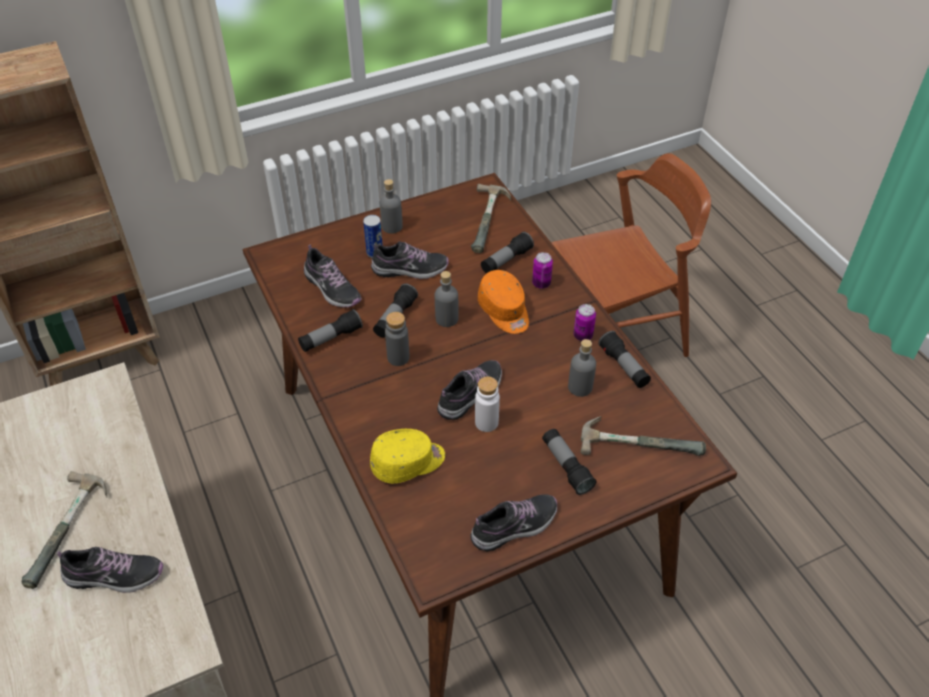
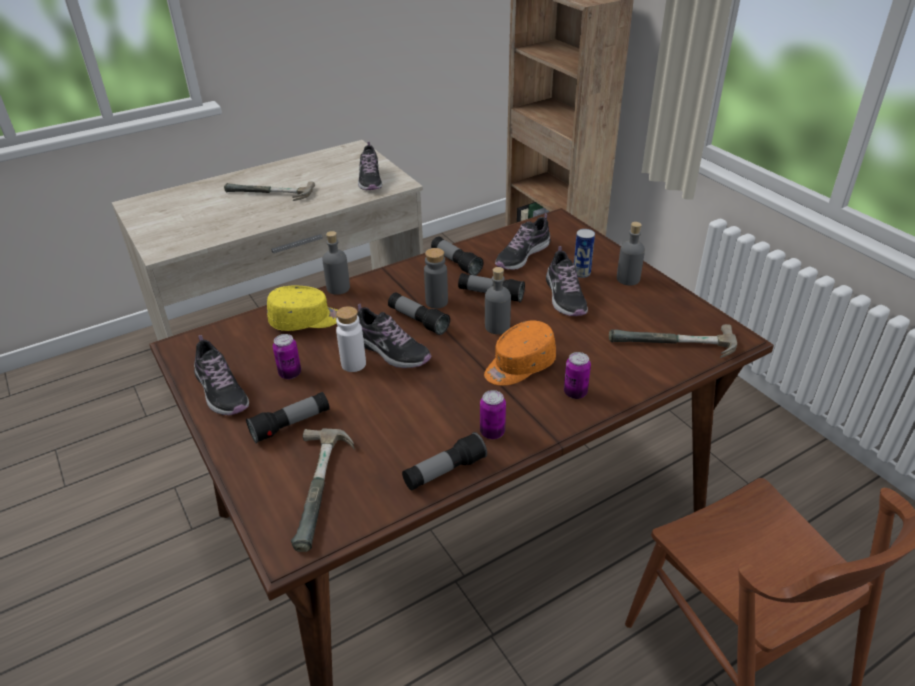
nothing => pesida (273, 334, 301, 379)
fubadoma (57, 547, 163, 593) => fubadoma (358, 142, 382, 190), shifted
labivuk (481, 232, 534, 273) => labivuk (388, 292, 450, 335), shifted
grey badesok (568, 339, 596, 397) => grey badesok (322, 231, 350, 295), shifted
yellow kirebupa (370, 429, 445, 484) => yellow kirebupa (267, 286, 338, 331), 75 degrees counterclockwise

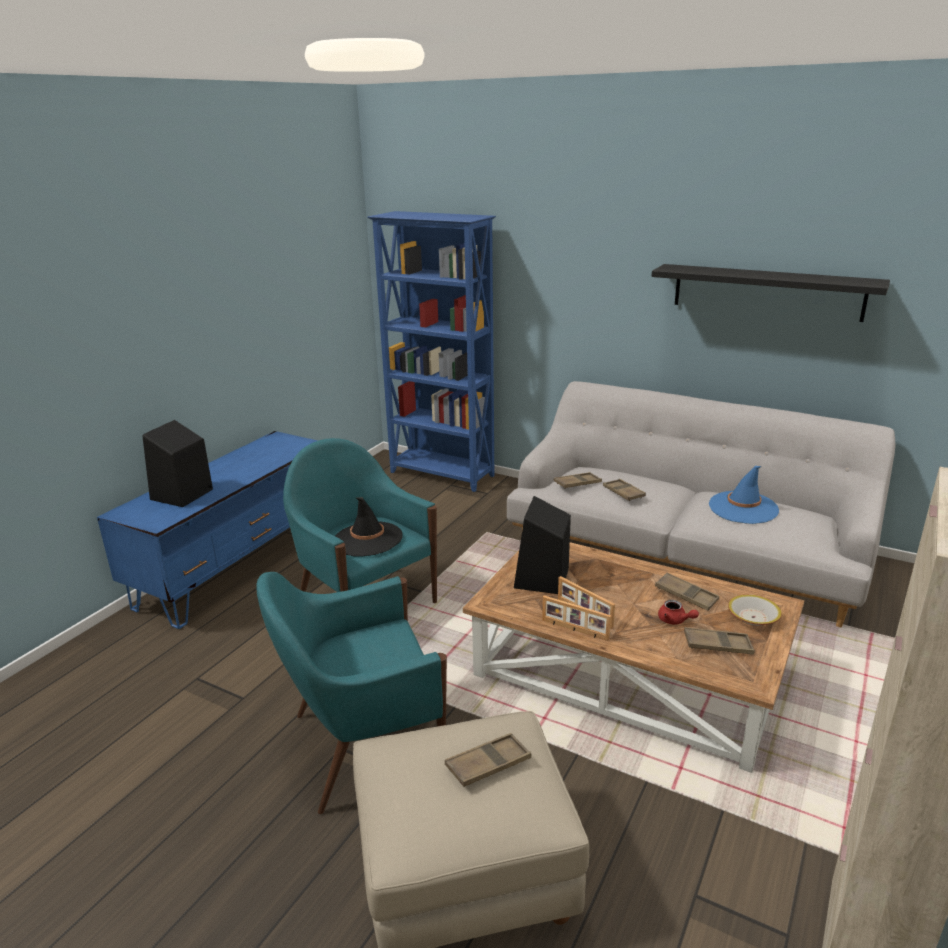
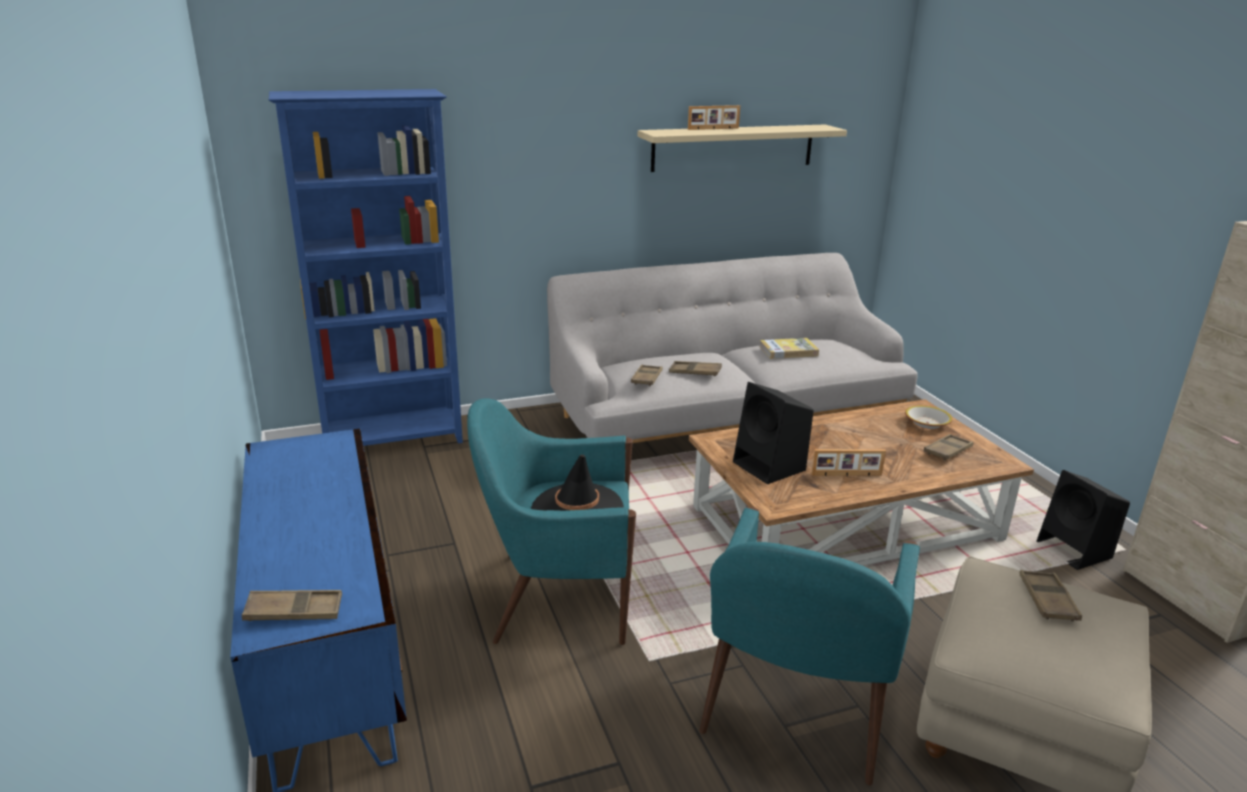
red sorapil (658, 600, 699, 625) => nothing
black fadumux (143, 420, 213, 507) => black fadumux (1036, 470, 1130, 570), shifted
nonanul (542, 595, 611, 641) => nonanul (688, 105, 740, 130), shifted
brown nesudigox (655, 573, 719, 611) => brown nesudigox (242, 590, 342, 621), shifted
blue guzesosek (709, 466, 779, 524) => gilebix (759, 338, 819, 359)
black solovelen (651, 264, 890, 322) => beige solovelen (638, 125, 847, 172)

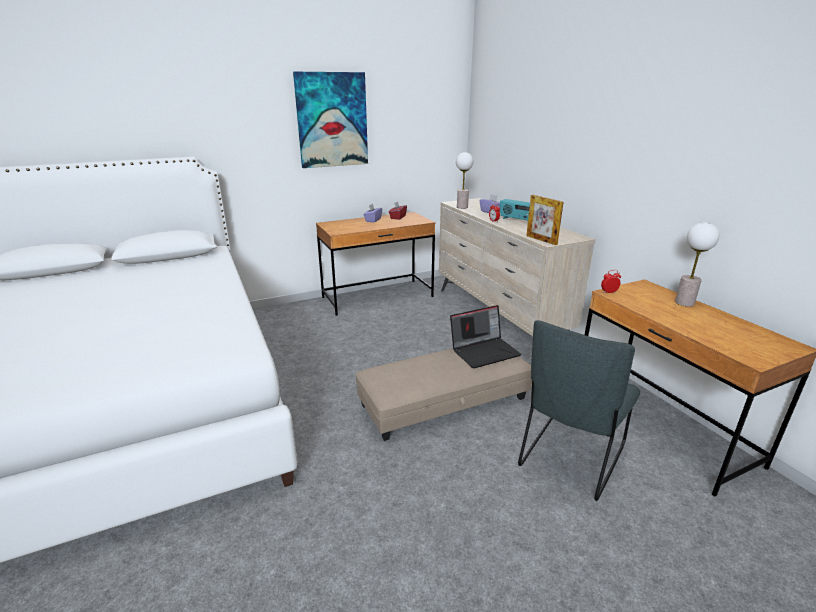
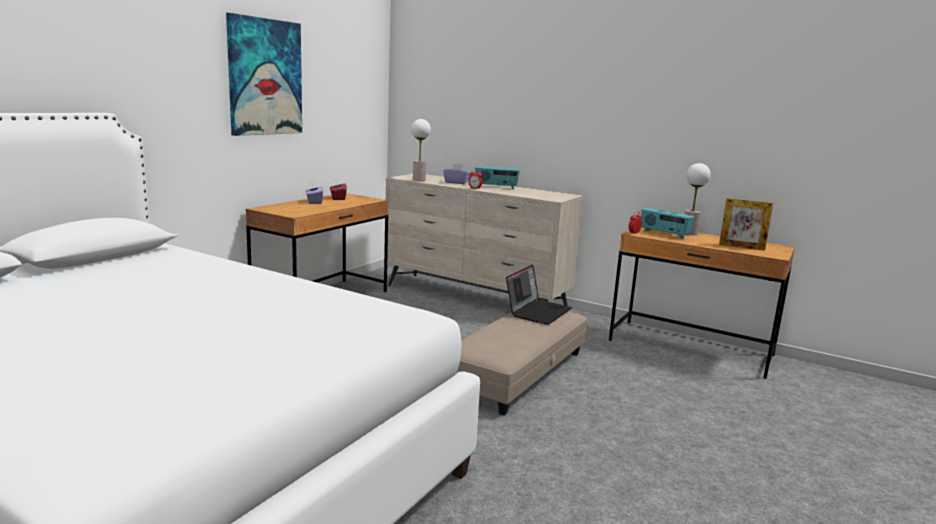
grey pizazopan (518, 320, 640, 501) => nothing
nothing => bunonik (641, 208, 694, 239)
nonanul (526, 195, 563, 245) => nonanul (719, 198, 773, 251), shifted

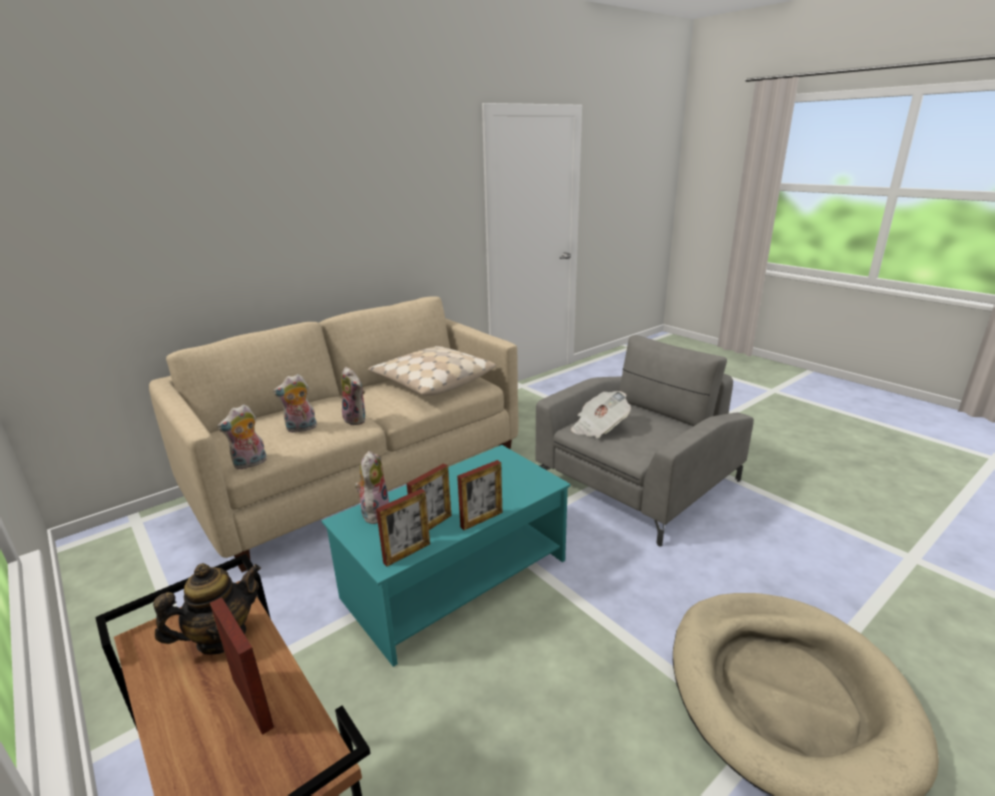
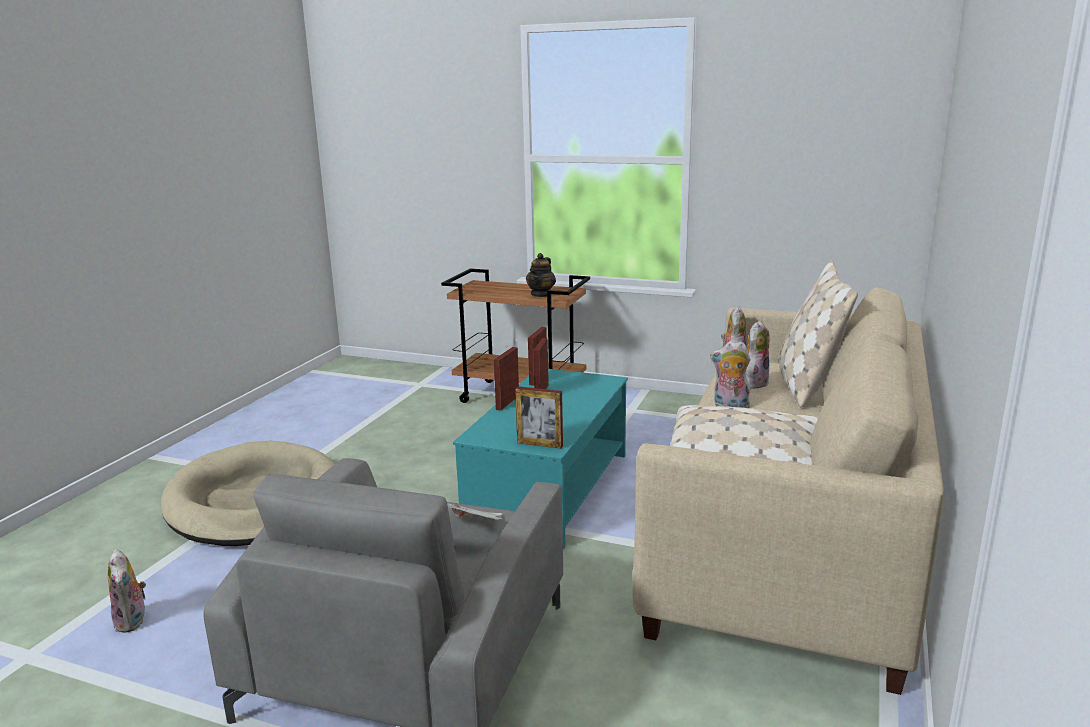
nothing => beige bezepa (779, 260, 858, 407)
nonanul (210, 597, 274, 735) => nonanul (515, 386, 563, 449), shifted
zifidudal (355, 451, 389, 524) => zifidudal (108, 550, 146, 633), shifted

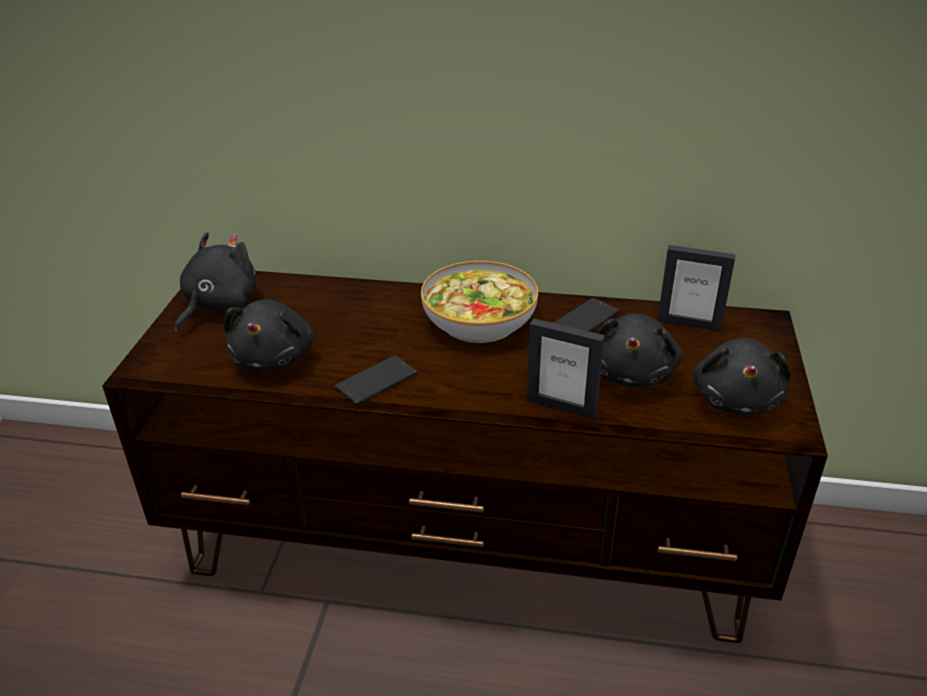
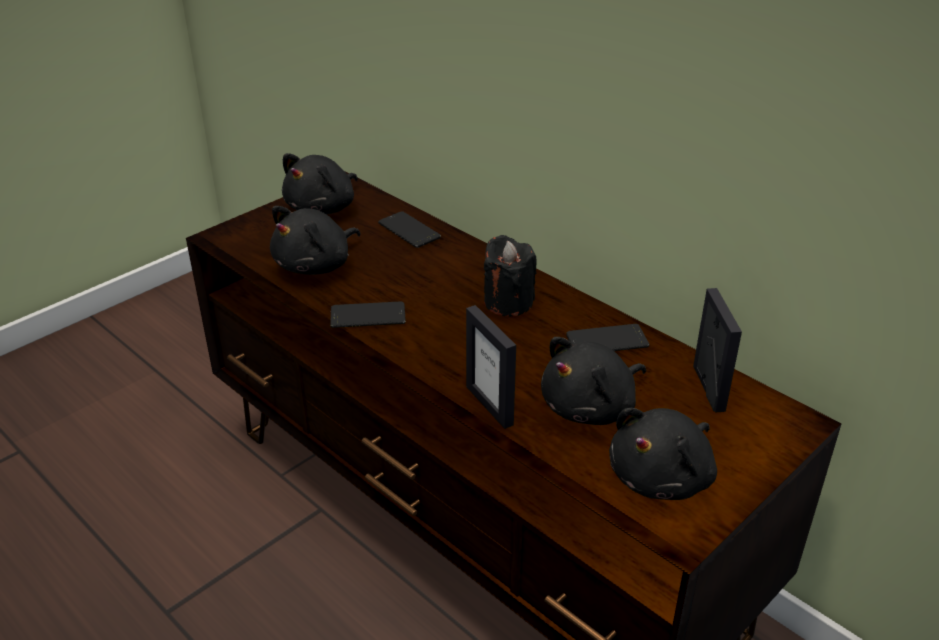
nothing => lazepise (378, 211, 441, 248)
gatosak (421, 261, 538, 343) => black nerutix (484, 235, 536, 316)
black zifidudal (175, 232, 257, 331) => black zifidudal (282, 153, 358, 214), 150 degrees clockwise
nonanul (657, 245, 736, 332) => nonanul (693, 288, 742, 413), 150 degrees counterclockwise

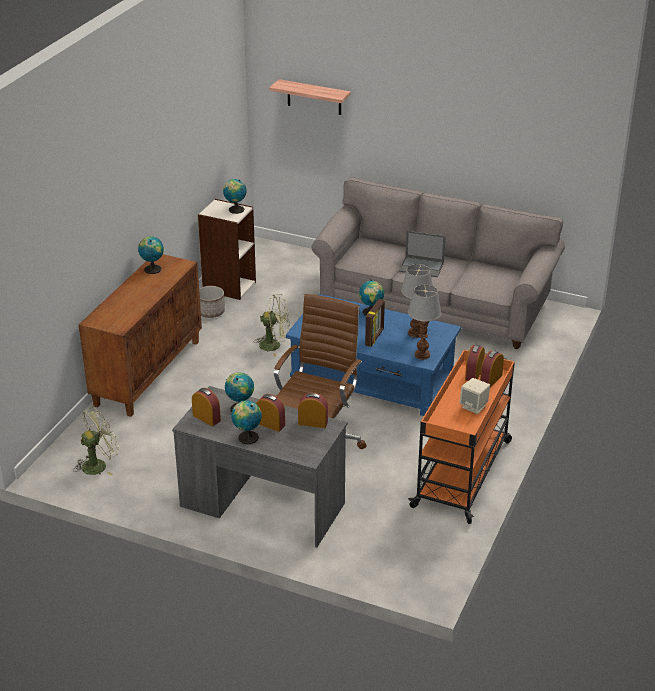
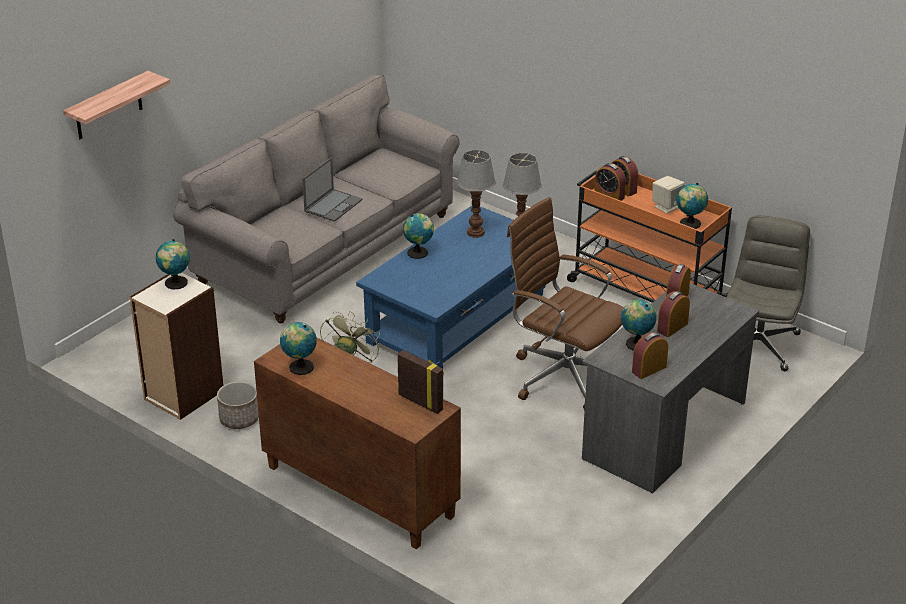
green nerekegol (73, 407, 119, 475) => nothing
nothing => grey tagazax (727, 215, 810, 371)
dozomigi (231, 400, 262, 444) => dozomigi (676, 183, 708, 229), shifted
nonanul (365, 299, 385, 347) => nonanul (397, 350, 444, 414), shifted

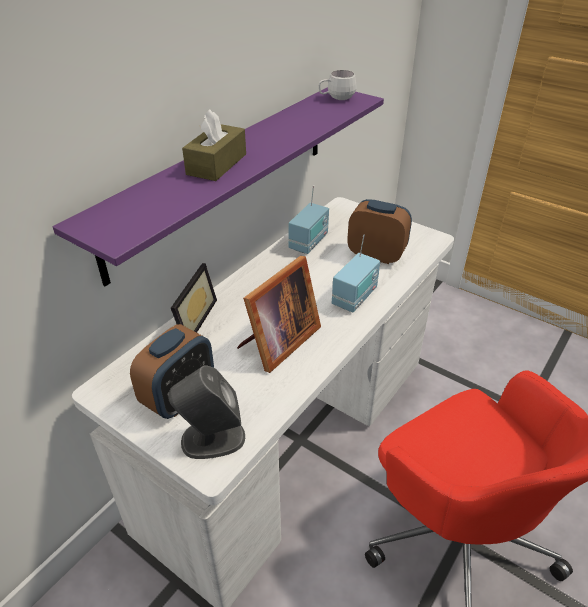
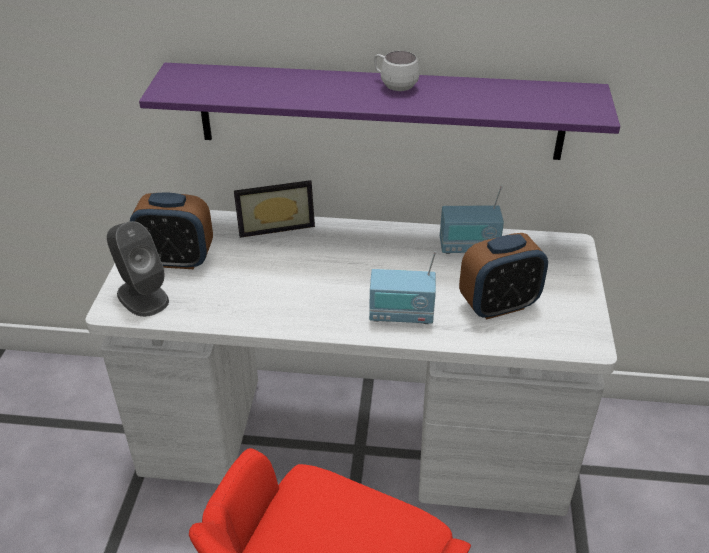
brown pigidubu (182, 110, 246, 181) => nothing
nonanul (237, 256, 321, 373) => nothing
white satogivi (319, 70, 357, 100) => white satogivi (374, 51, 419, 91), shifted
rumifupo (347, 199, 412, 264) => rumifupo (459, 233, 548, 320), 75 degrees clockwise

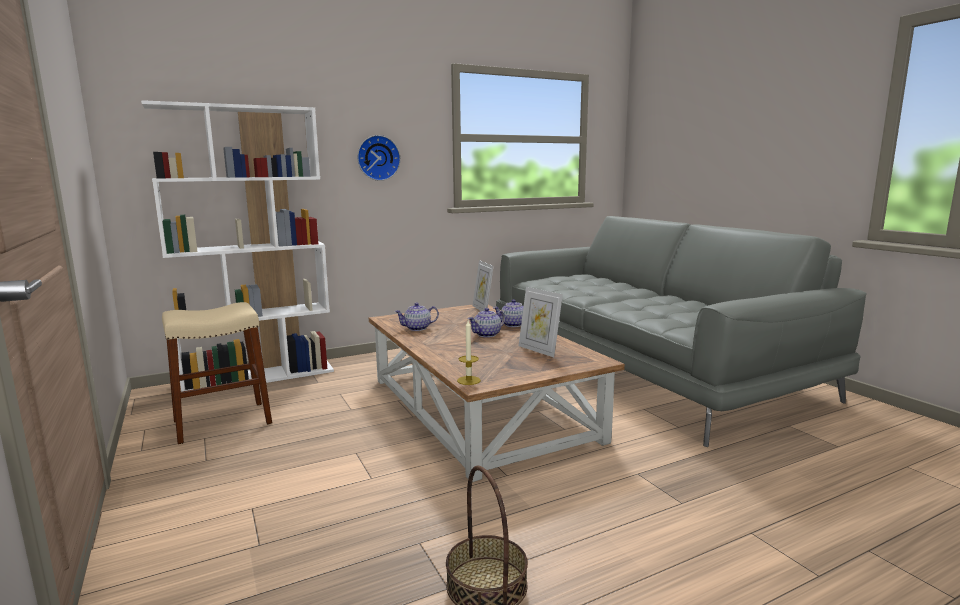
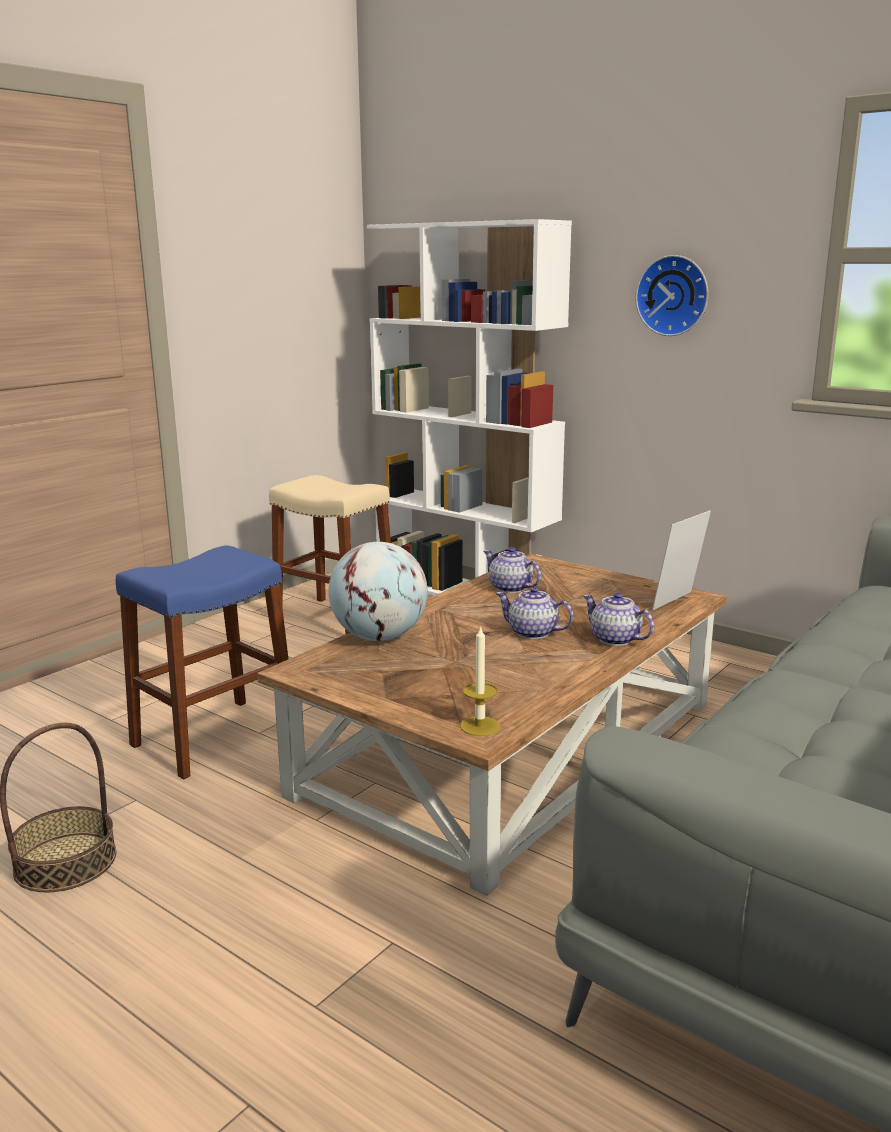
nonanul (519, 287, 563, 357) => nothing
nothing => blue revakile (116, 545, 288, 780)
nothing => dozomigi (328, 542, 428, 641)
nerutix (457, 321, 481, 385) => nerutix (460, 625, 500, 736), shifted

